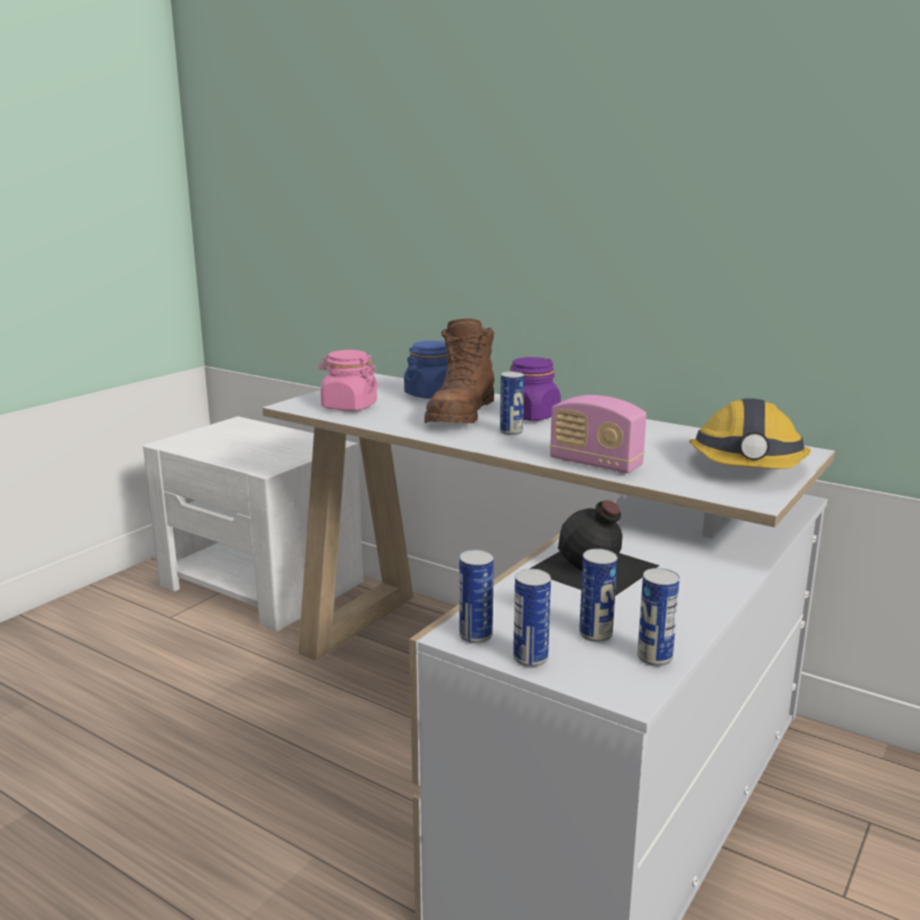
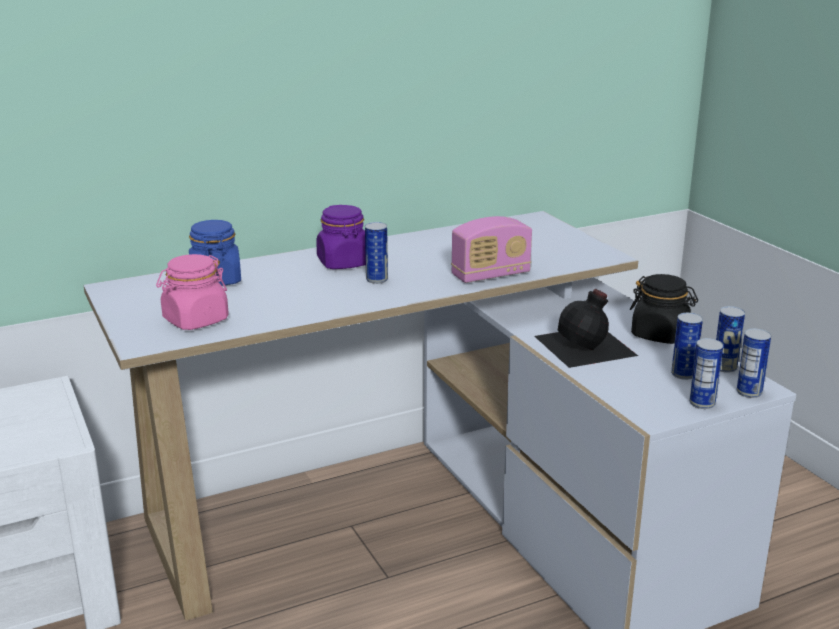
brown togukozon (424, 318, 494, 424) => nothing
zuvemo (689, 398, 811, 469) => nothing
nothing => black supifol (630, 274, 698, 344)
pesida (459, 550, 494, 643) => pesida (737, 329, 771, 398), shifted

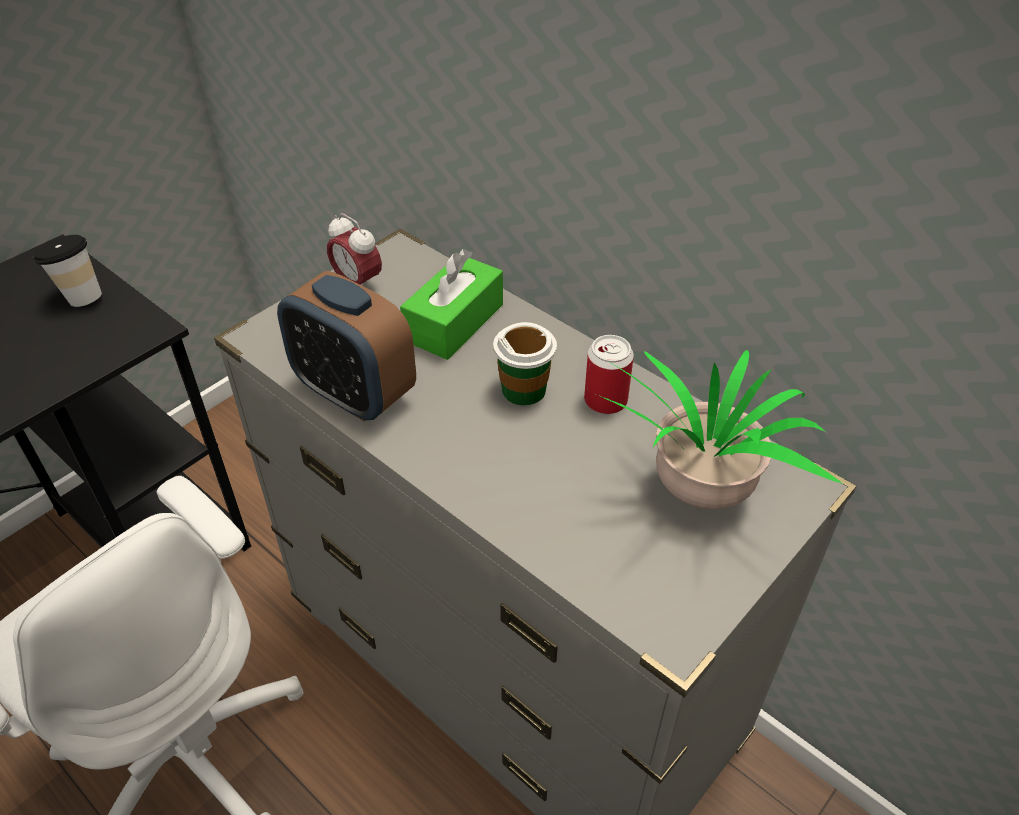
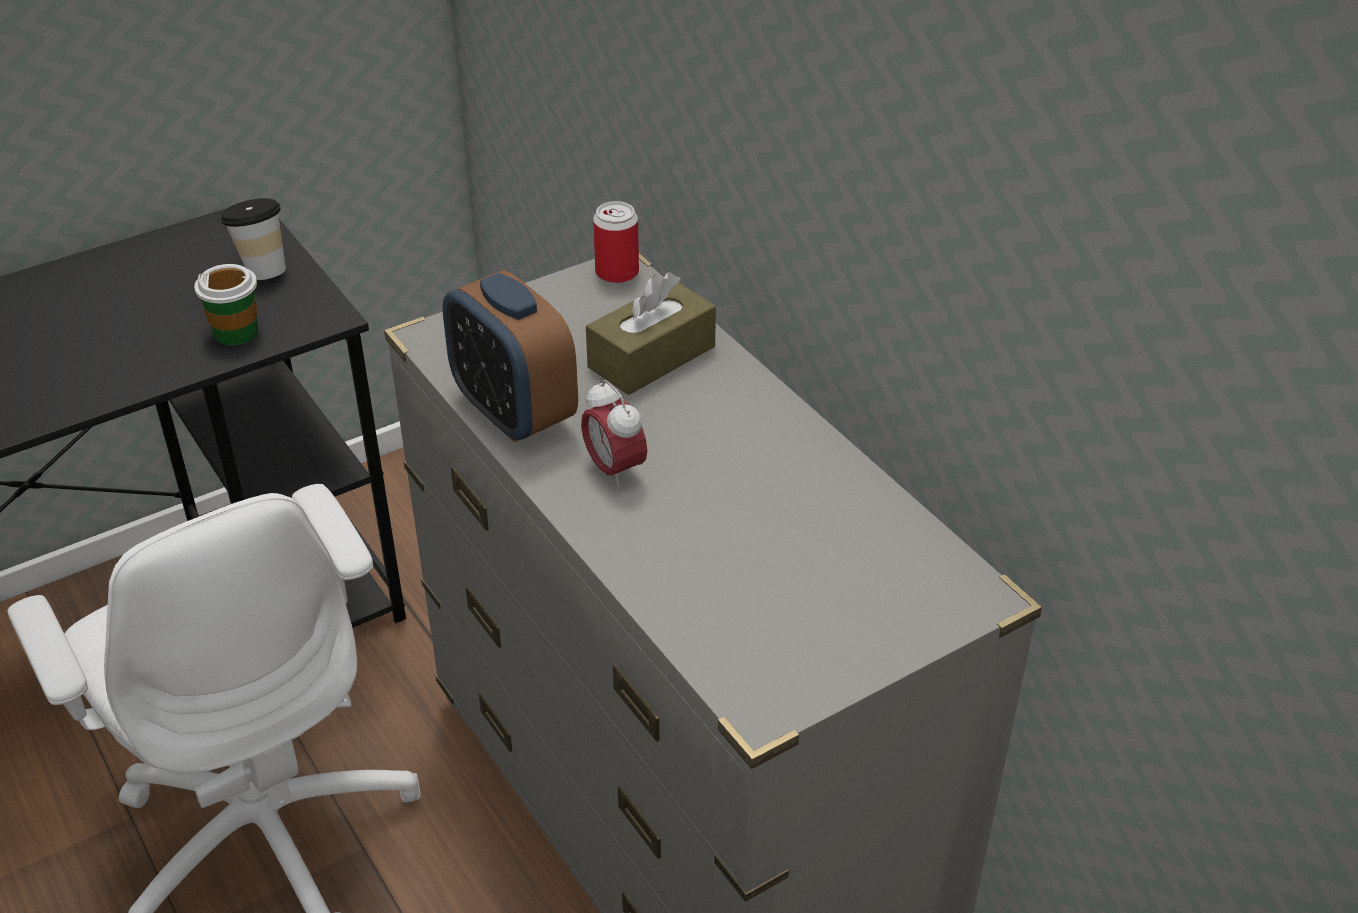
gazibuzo (598, 350, 842, 510) => nothing
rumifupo (327, 213, 382, 286) => rumifupo (581, 380, 647, 489), shifted
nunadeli (493, 322, 557, 406) => nunadeli (194, 264, 258, 345), shifted
pesida (584, 335, 634, 414) => pesida (593, 201, 639, 283), shifted
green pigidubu (400, 249, 503, 360) => brown pigidubu (586, 272, 716, 395)

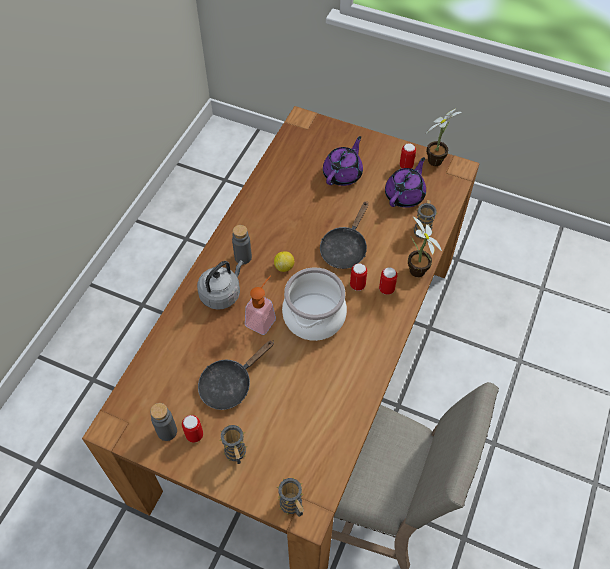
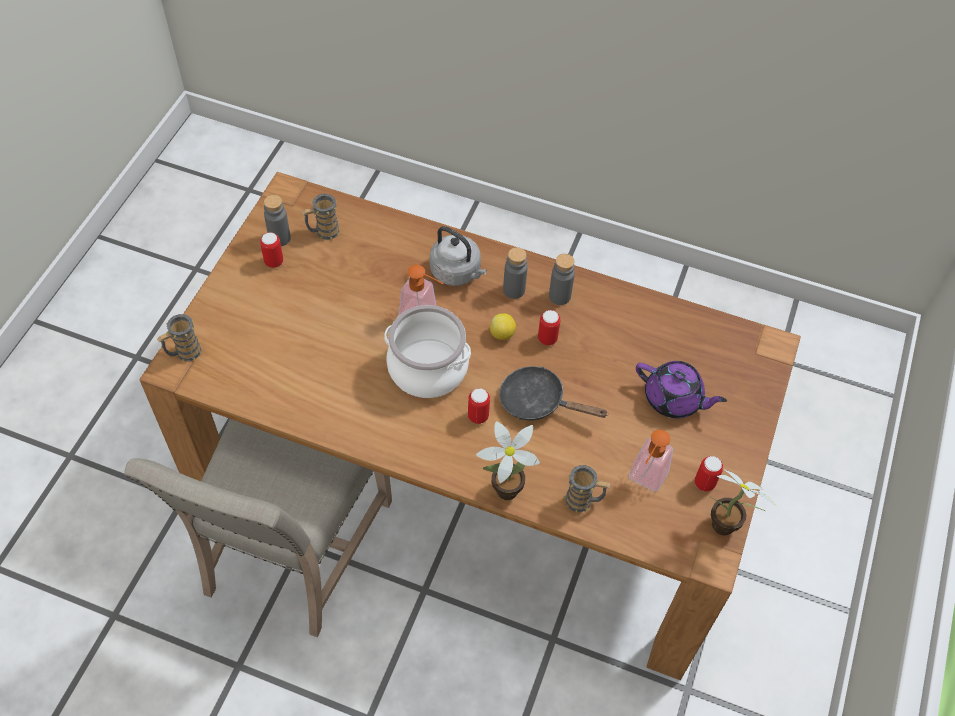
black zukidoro (198, 340, 274, 410) => nothing
nothing => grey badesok (549, 254, 575, 305)
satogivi (219, 425, 248, 464) => satogivi (302, 194, 341, 240), shifted
pesida (379, 267, 397, 295) => pesida (538, 310, 560, 345), shifted
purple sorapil (385, 157, 426, 208) => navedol (629, 430, 673, 491)

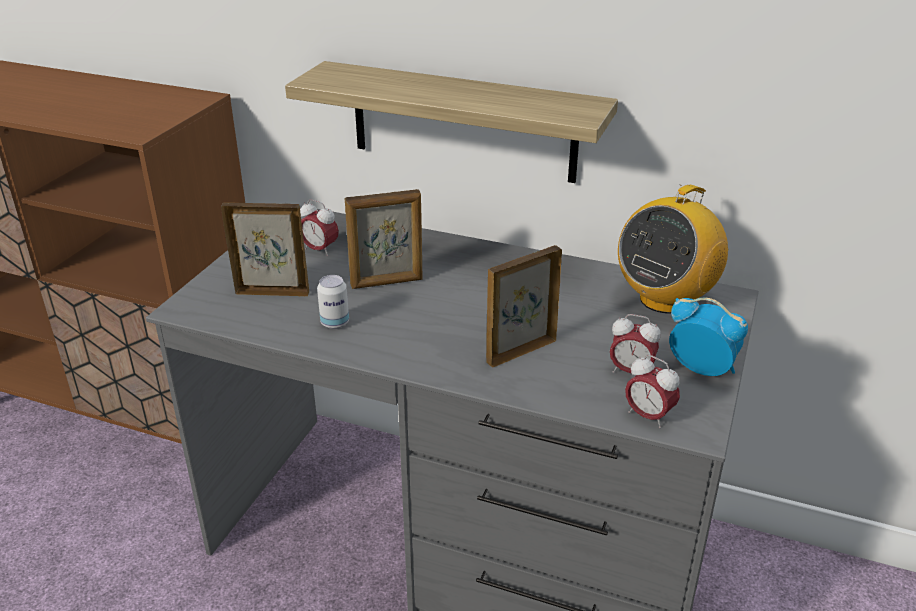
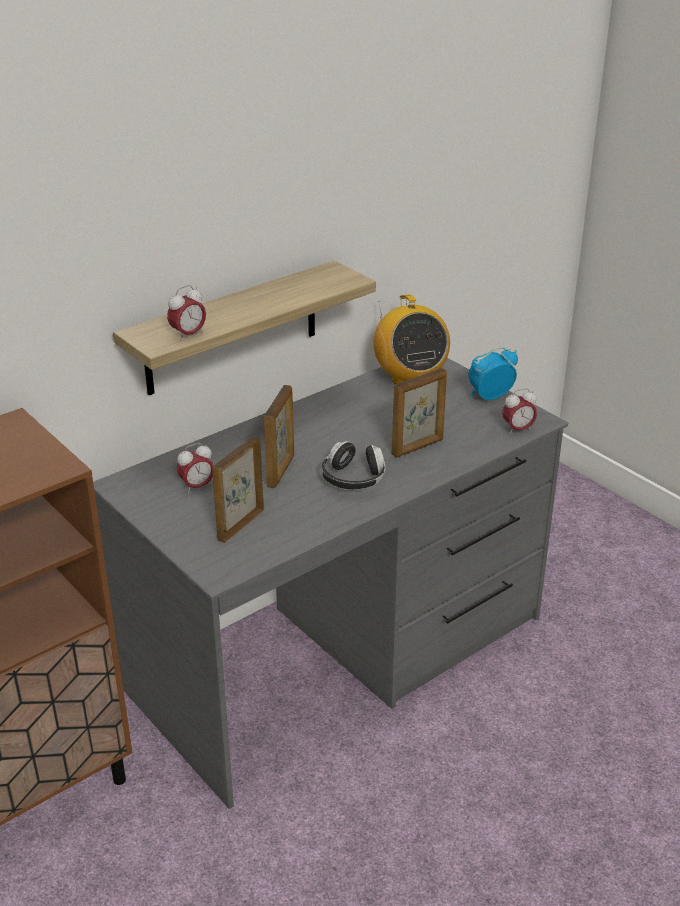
pesida (317, 275, 349, 329) => nothing
nothing => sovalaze (321, 441, 386, 490)
rumifupo (610, 314, 661, 373) => rumifupo (167, 285, 206, 341), shifted
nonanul (486, 245, 562, 367) => nonanul (391, 368, 447, 458), 120 degrees counterclockwise

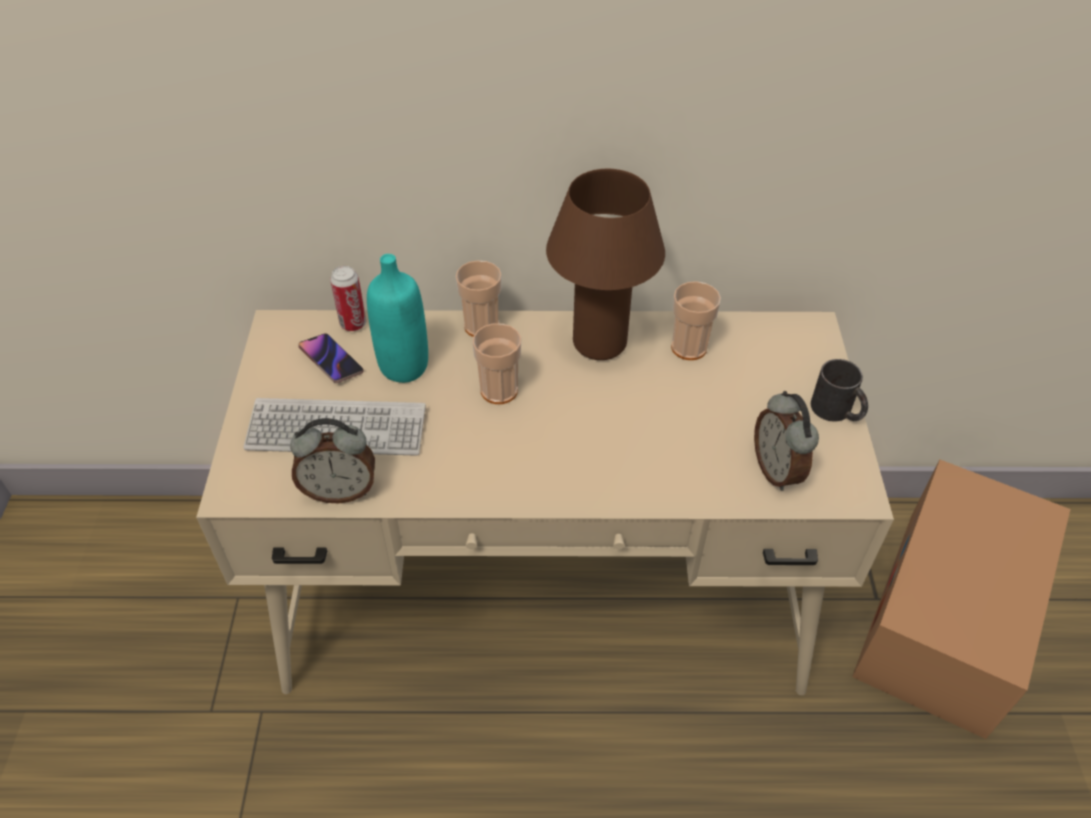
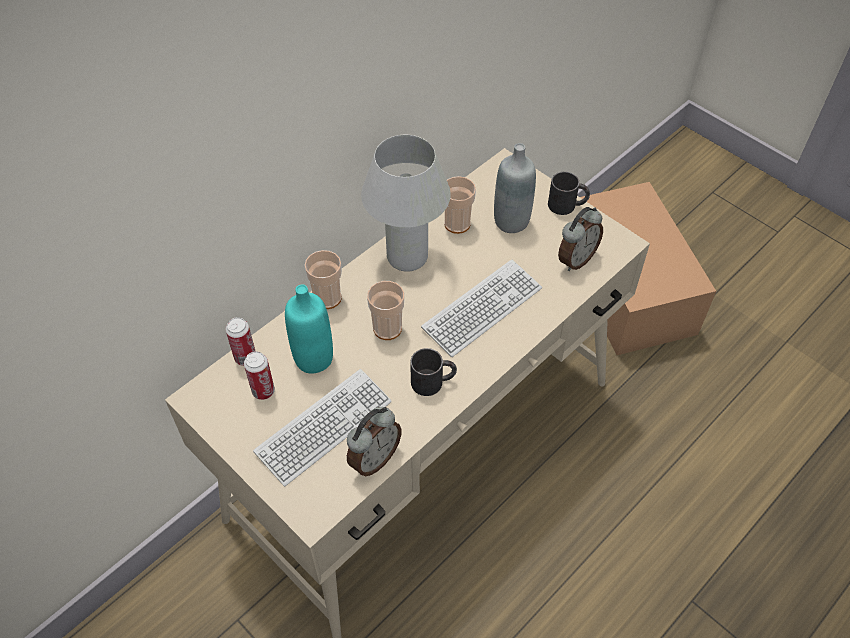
nothing => black satogivi (410, 348, 457, 396)
nothing => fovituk (421, 260, 542, 357)
nothing => grey badesok (494, 143, 536, 233)
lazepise (299, 334, 364, 383) => pesida (244, 351, 275, 400)
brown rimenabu (546, 169, 665, 360) => white rimenabu (361, 135, 451, 272)
rumifupo (754, 391, 819, 491) => rumifupo (558, 207, 603, 271), 75 degrees counterclockwise

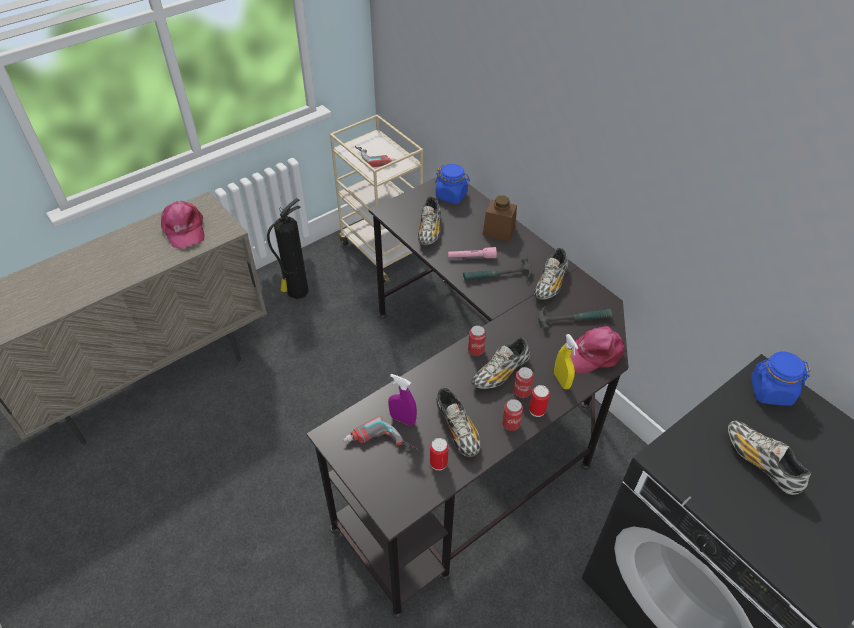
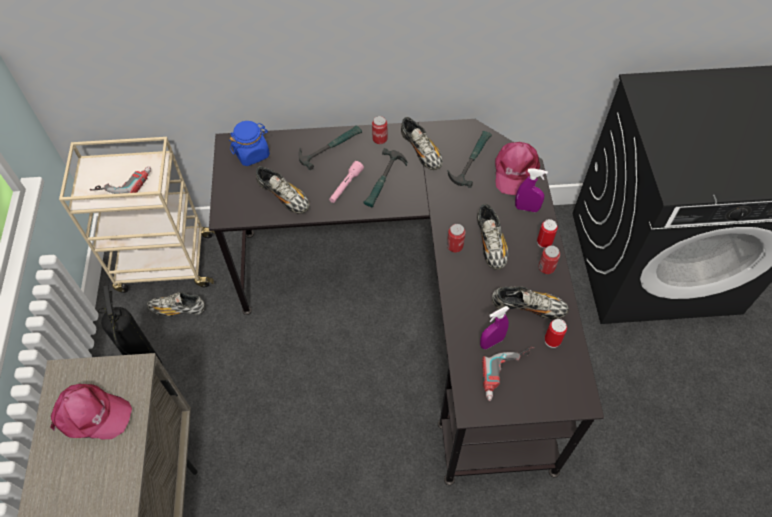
blue supifol (751, 351, 811, 406) => nothing
pesida (514, 367, 534, 398) => pesida (372, 116, 388, 144), shifted
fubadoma (728, 420, 811, 495) => fubadoma (147, 292, 205, 316), shifted
brown supifol (483, 196, 517, 241) => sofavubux (299, 125, 362, 170)
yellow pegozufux (554, 334, 579, 389) => purple pegozufux (515, 168, 548, 212)

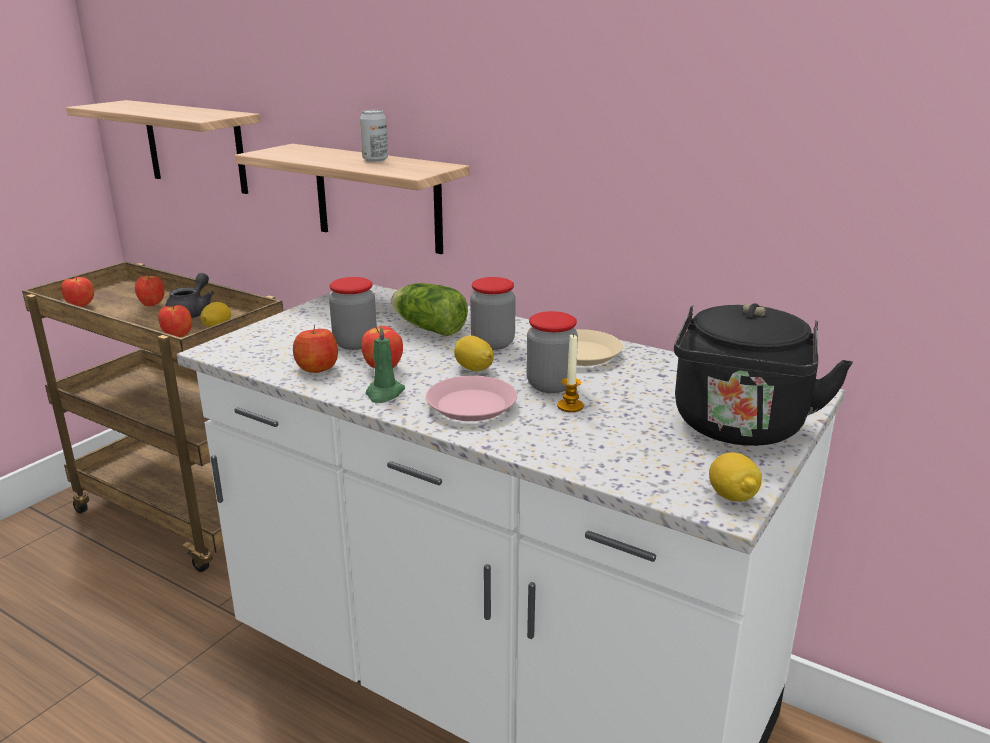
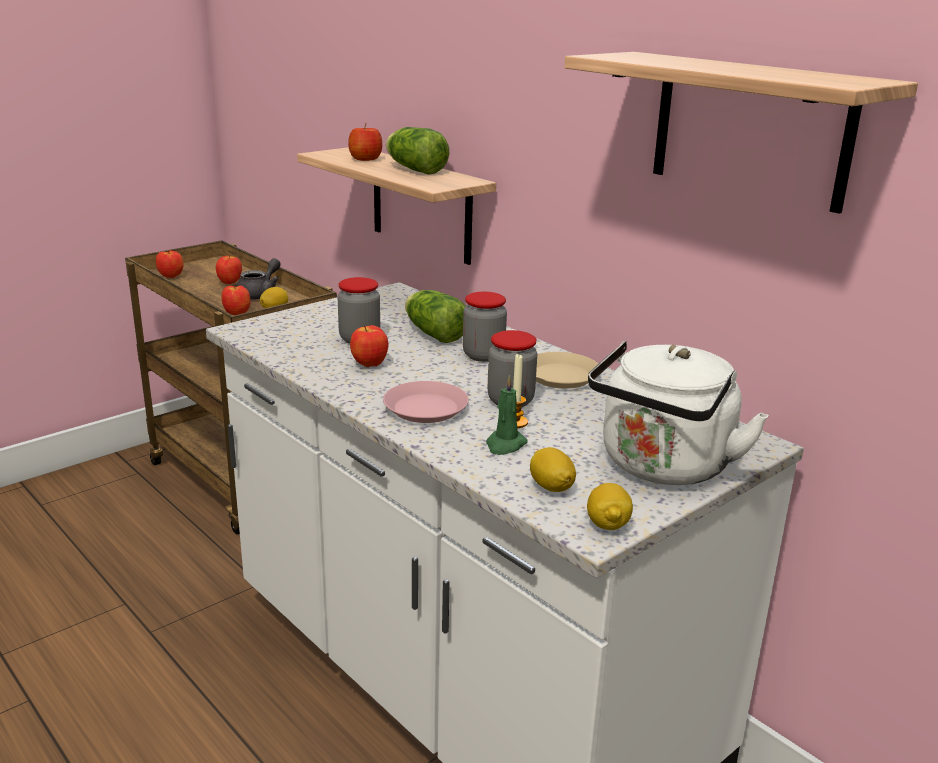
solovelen (66, 100, 261, 194) => solovelen (565, 52, 918, 214), shifted
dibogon (293, 325, 338, 373) => dibogon (348, 123, 382, 161), shifted
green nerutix (366, 325, 405, 403) => green nerutix (486, 375, 528, 455), shifted
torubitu (454, 335, 494, 371) => torubitu (530, 447, 576, 492), shifted
pesida (360, 110, 388, 162) => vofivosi (386, 127, 449, 175)
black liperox (674, 303, 853, 446) => white liperox (588, 341, 769, 485)

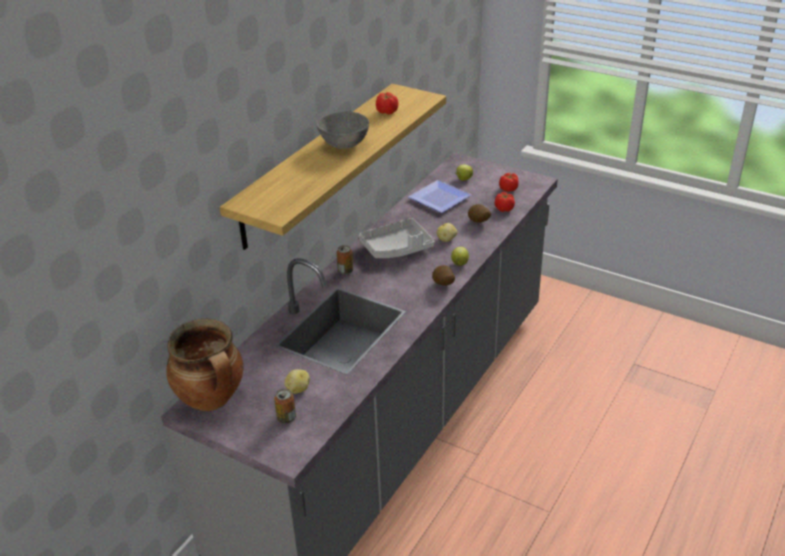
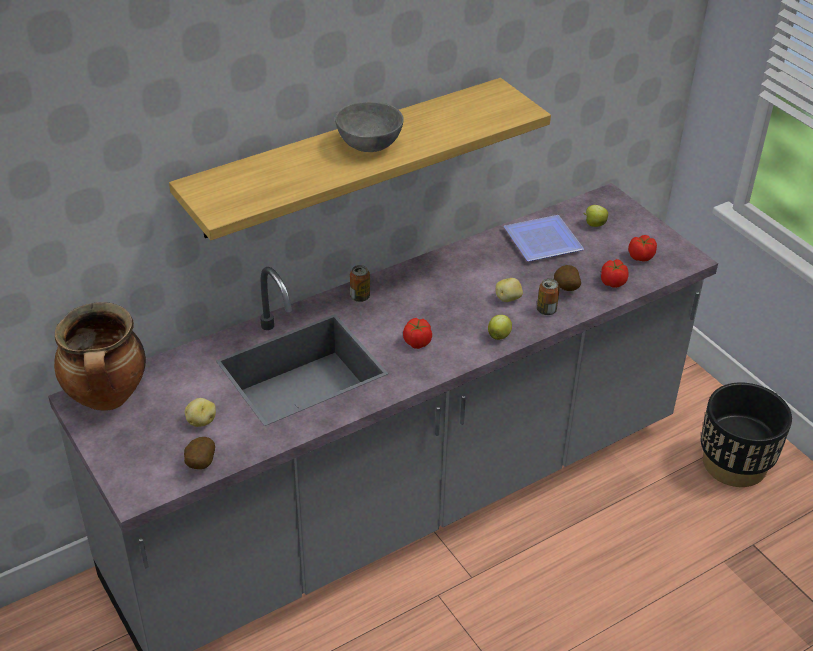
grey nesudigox (359, 218, 434, 258) => nothing
nothing => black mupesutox (701, 383, 792, 487)
pesida (274, 389, 296, 424) => pesida (537, 278, 560, 315), shifted
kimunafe (376, 92, 398, 114) => kimunafe (403, 318, 432, 349), shifted
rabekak (432, 265, 455, 286) => rabekak (184, 437, 215, 469), shifted

